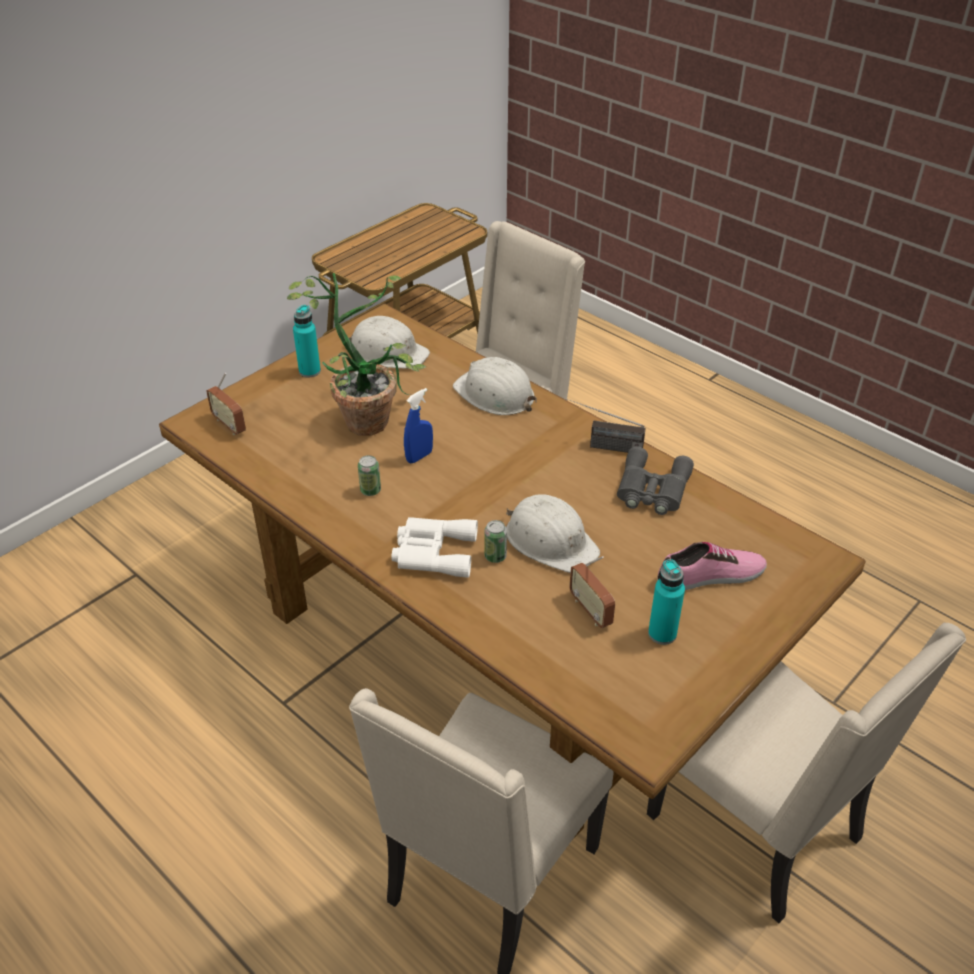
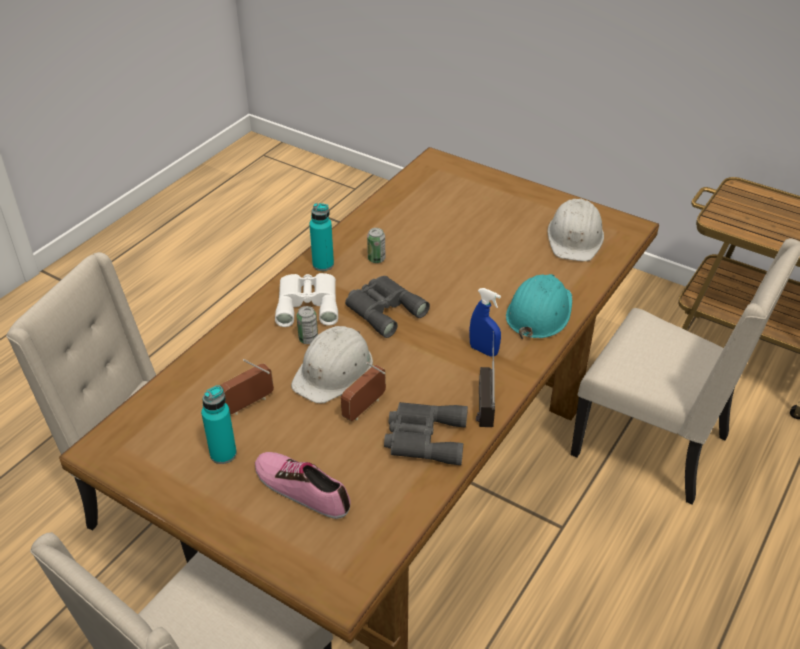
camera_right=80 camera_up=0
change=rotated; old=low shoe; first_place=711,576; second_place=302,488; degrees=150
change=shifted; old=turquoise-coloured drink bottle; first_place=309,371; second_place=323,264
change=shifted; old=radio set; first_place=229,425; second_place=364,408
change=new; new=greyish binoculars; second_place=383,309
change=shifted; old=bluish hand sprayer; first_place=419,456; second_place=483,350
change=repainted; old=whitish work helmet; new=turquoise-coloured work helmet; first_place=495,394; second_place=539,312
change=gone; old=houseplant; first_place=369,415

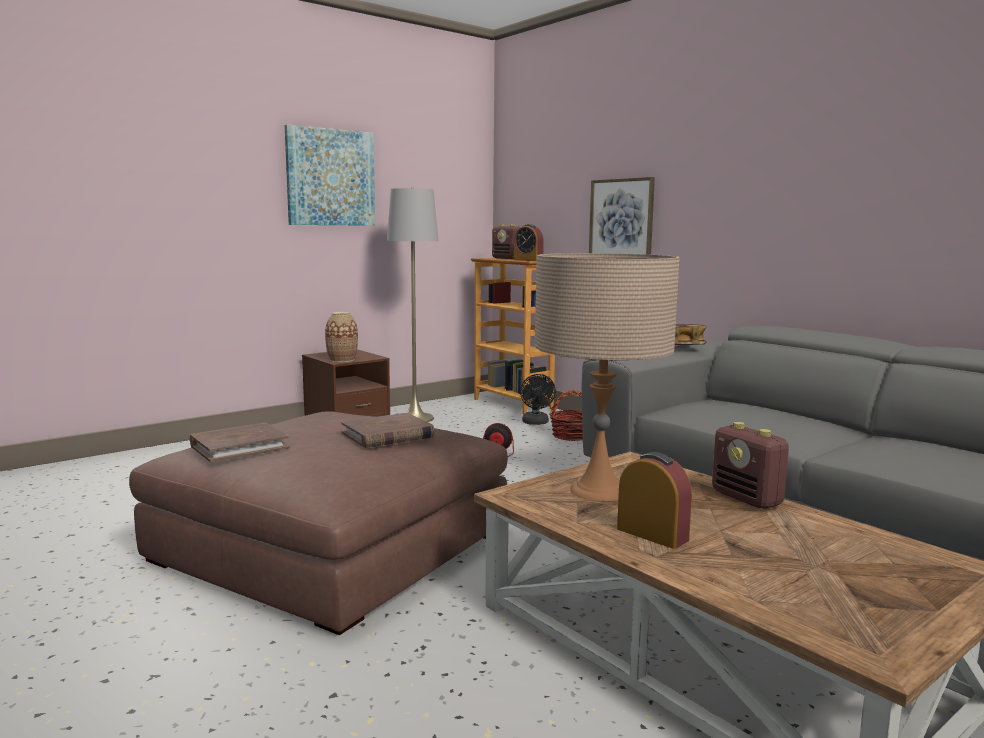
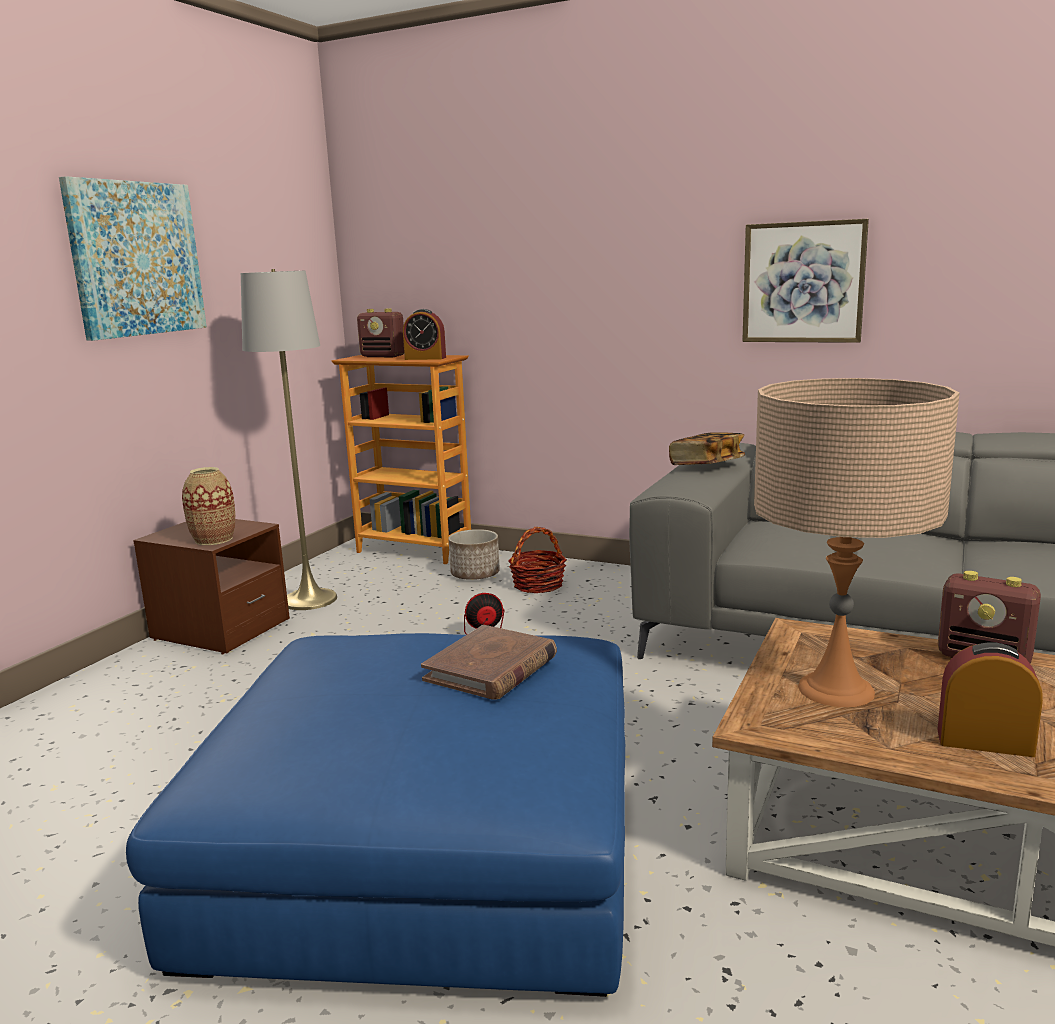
camera_right=-25 camera_up=5
change=repainted; old=brownish pouffe; new=bluish pouffe; first_place=332,545; second_place=426,844
change=swapped; old=black-coloured fan; new=flower pot; first_place=536,423; second_place=475,574
change=shifted; old=picture; first_place=621,219; second_place=803,282
change=gone; old=brownish bound book; first_place=239,447

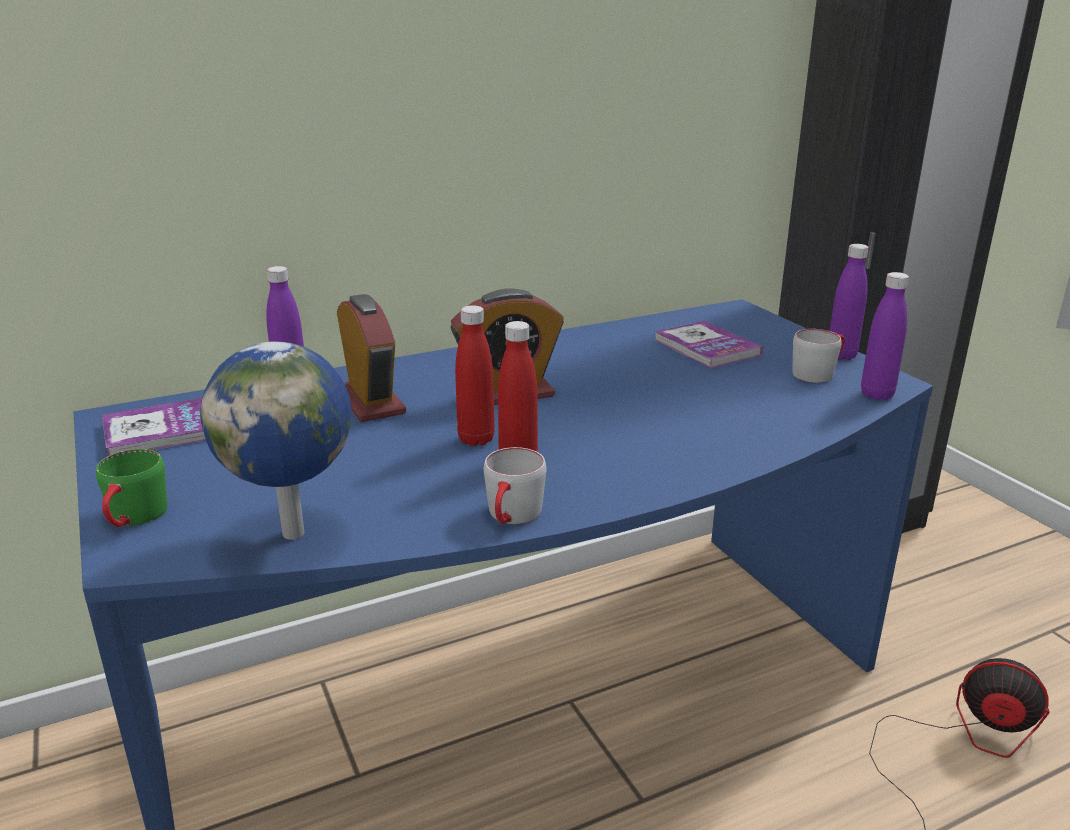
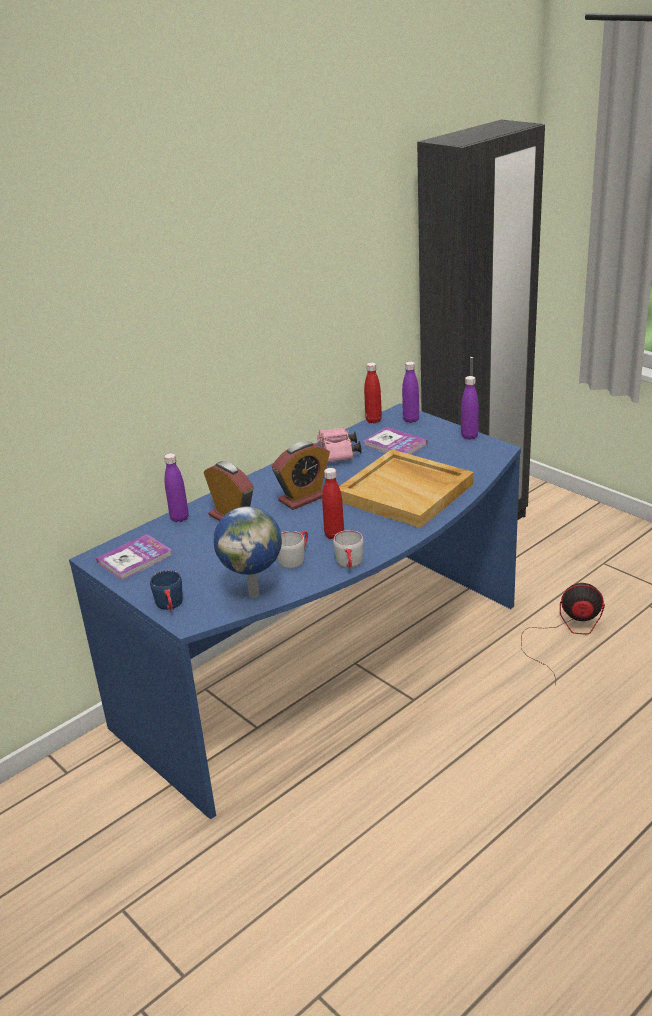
camera_right=-15 camera_up=5
change=repainted; old=greenish coffee mug; new=bluish coffee mug; first_place=134,519; second_place=170,605
change=shifted; old=greyish coffee mug; first_place=818,372; second_place=295,558
change=new; new=pinkish binoculars; second_place=339,454
change=new; new=beige tray; second_place=406,492
change=shifted; old=red-coloured drink bottle; first_place=476,439; second_place=373,420
change=shifted; old=purple drink bottle; first_place=877,394; second_place=411,420

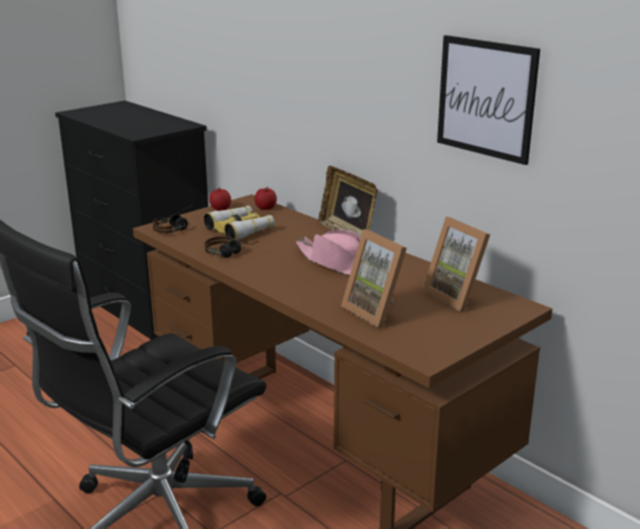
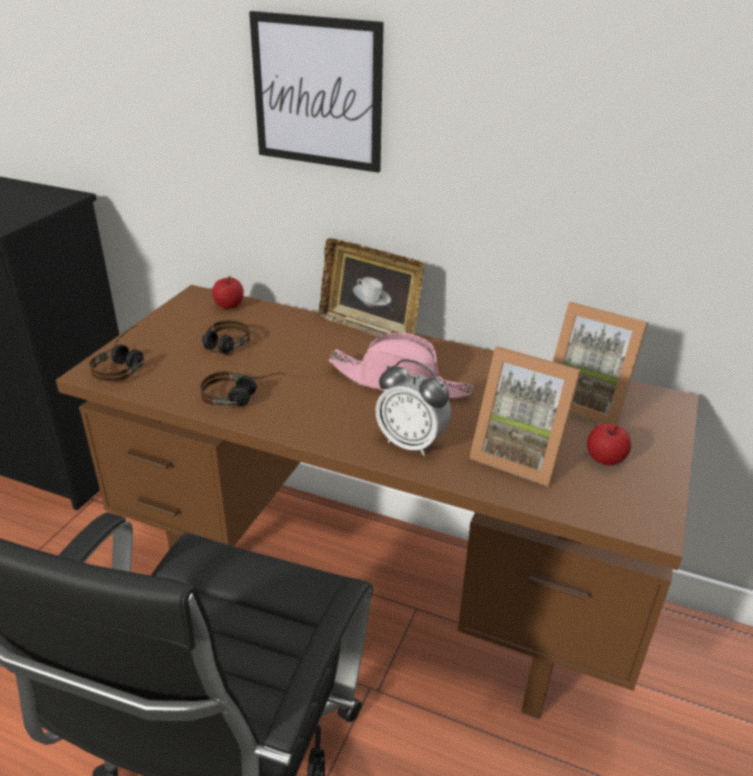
camera_right=-25 camera_up=10
change=swapped; old=binoculars; new=pair of headphones; first_place=240,230; second_place=222,350
change=shifted; old=picture; first_place=486,98; second_place=317,92
change=new; new=table clock; second_place=411,443
change=shifted; old=whole apple; first_place=220,209; second_place=605,459

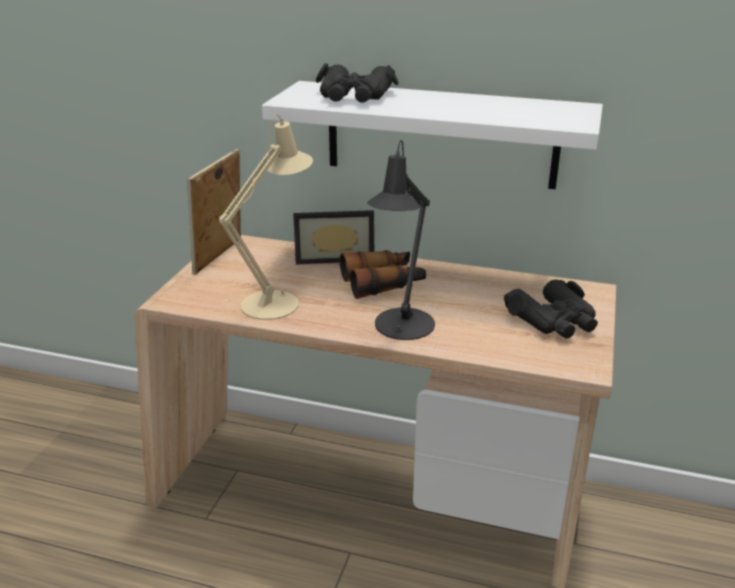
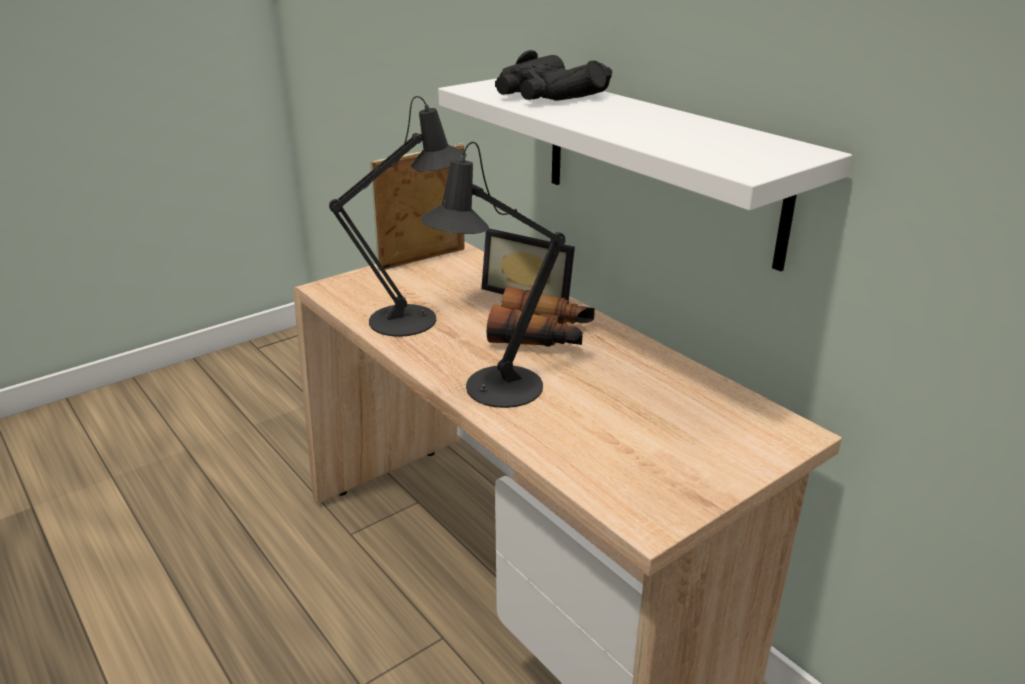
camera_right=35 camera_up=0
change=repainted; old=beige table lamp; new=black-coloured table lamp; first_place=276,301; second_place=413,319
change=gone; old=black-coloured binoculars; first_place=554,320

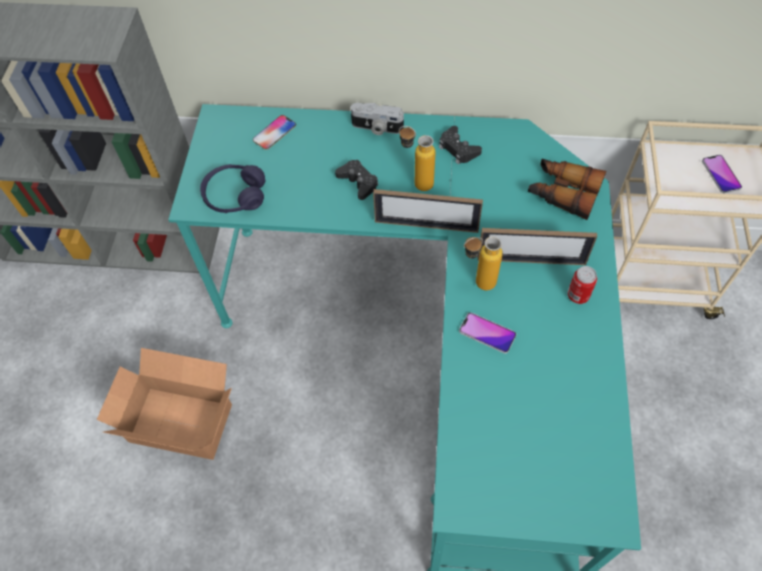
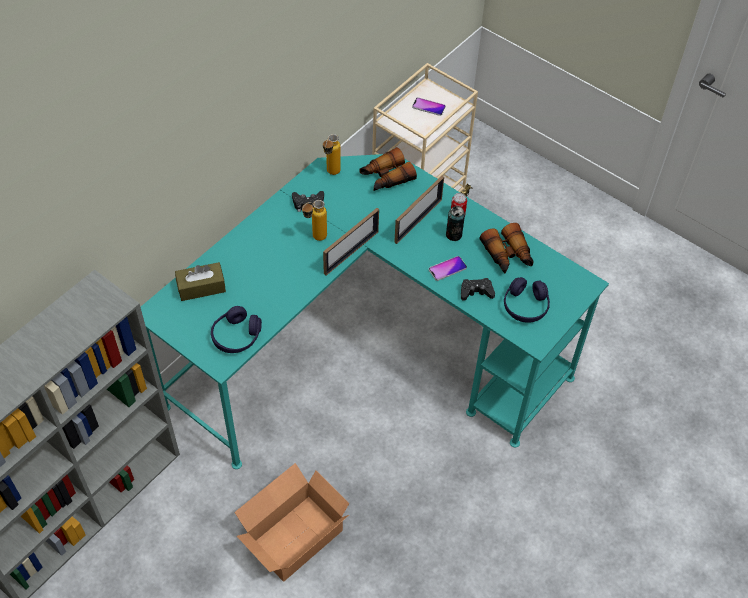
camera_right=-60 camera_up=-5
change=swapped; old=telephone; new=brownish box of tissues; first_place=274,133; second_place=201,287
change=shifted; old=drink bottle; first_place=477,284; second_place=331,174
change=new; new=can; second_place=453,235
change=shifted; old=black-coloured gamepad; first_place=358,182; second_place=476,292
change=new; new=binoculars; second_place=507,255
change=new; new=purple pair of headphones; second_place=525,306
change=gone; old=still camera; first_place=377,128

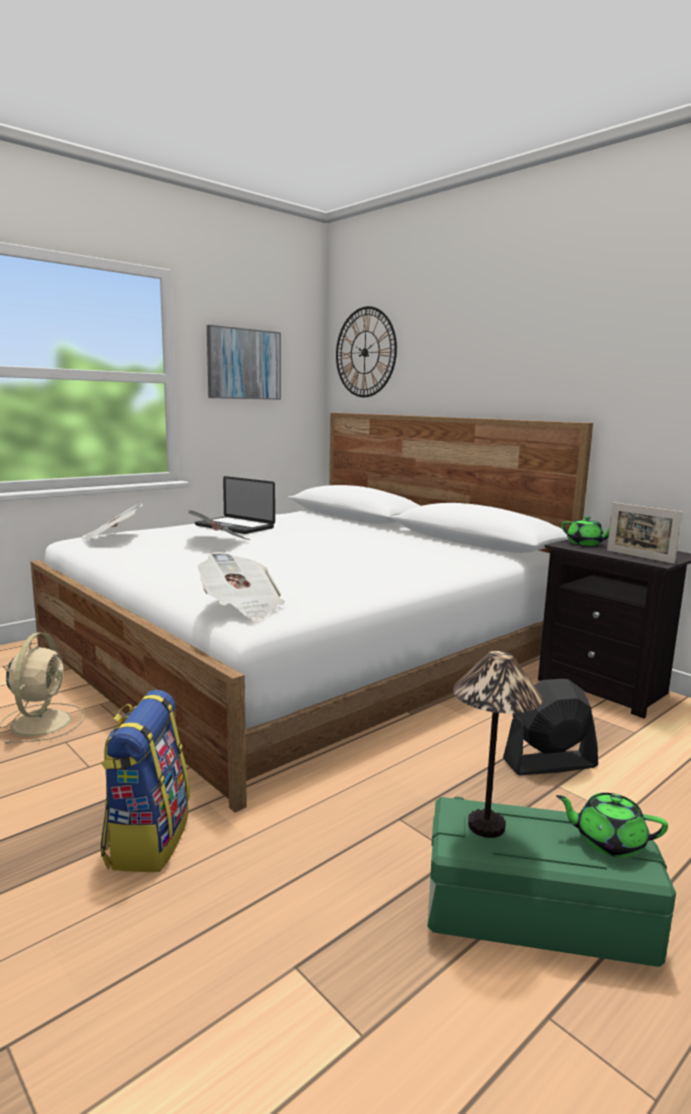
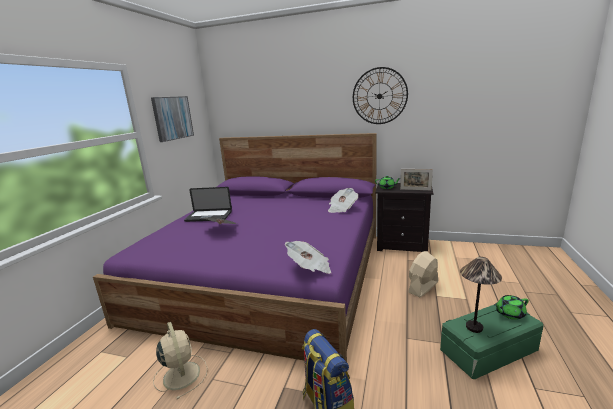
camera_right=-30 camera_up=5
change=repainted; old=whitish bed; new=purple bed; first_place=304,652; second_place=269,273
change=shifted; old=newspaper; first_place=111,538; second_place=342,208
change=shifted; old=hanging clock; first_place=365,352; second_place=379,96
change=repainted; old=black-coloured fan; new=beige fan; first_place=549,763; second_place=423,287

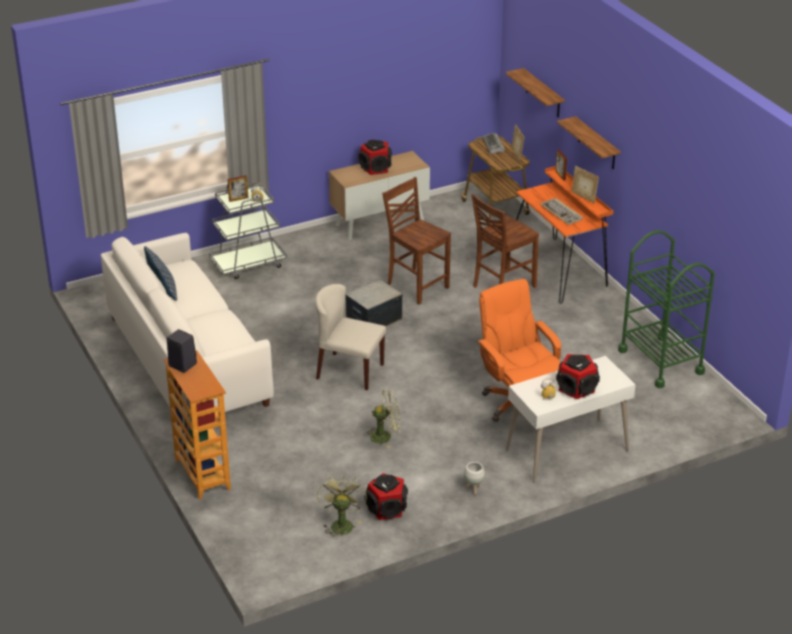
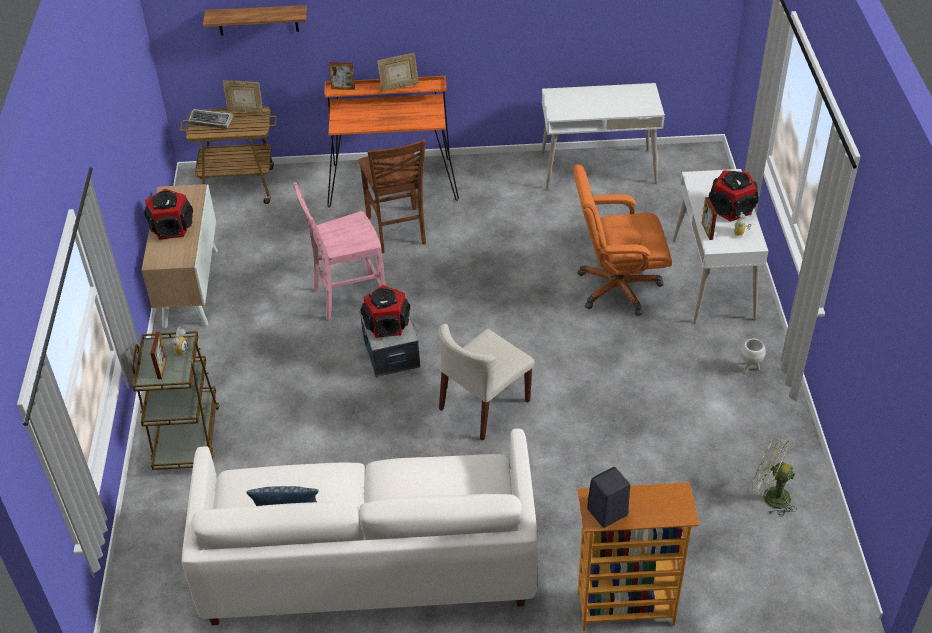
camera_right=-65 camera_up=10
change=repainted; old=greyish wheeled cart; new=brownish wheeled cart; first_place=248,264; second_place=187,436
change=repainted; old=brownish plain chair; new=pinkish plain chair; first_place=416,285; second_place=348,297
change=shifted; old=loudspeaker; first_place=387,509; second_place=387,325
change=swapped; old=greenish wheeled cart; new=whitish desk unit; first_place=660,361; second_place=598,169
change=new; new=standing frame; second_place=707,231
change=gone; old=greenish fan; first_place=385,436
change=gone; old=PC keyboard; first_place=562,213
change=gone; old=wall shelf; first_place=596,144

